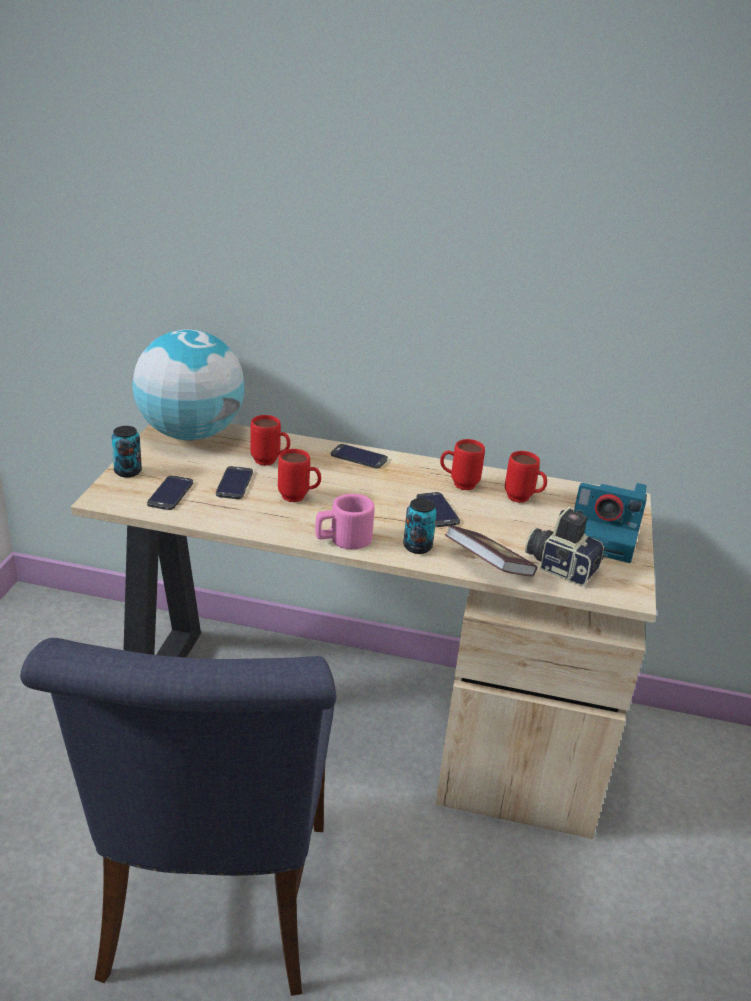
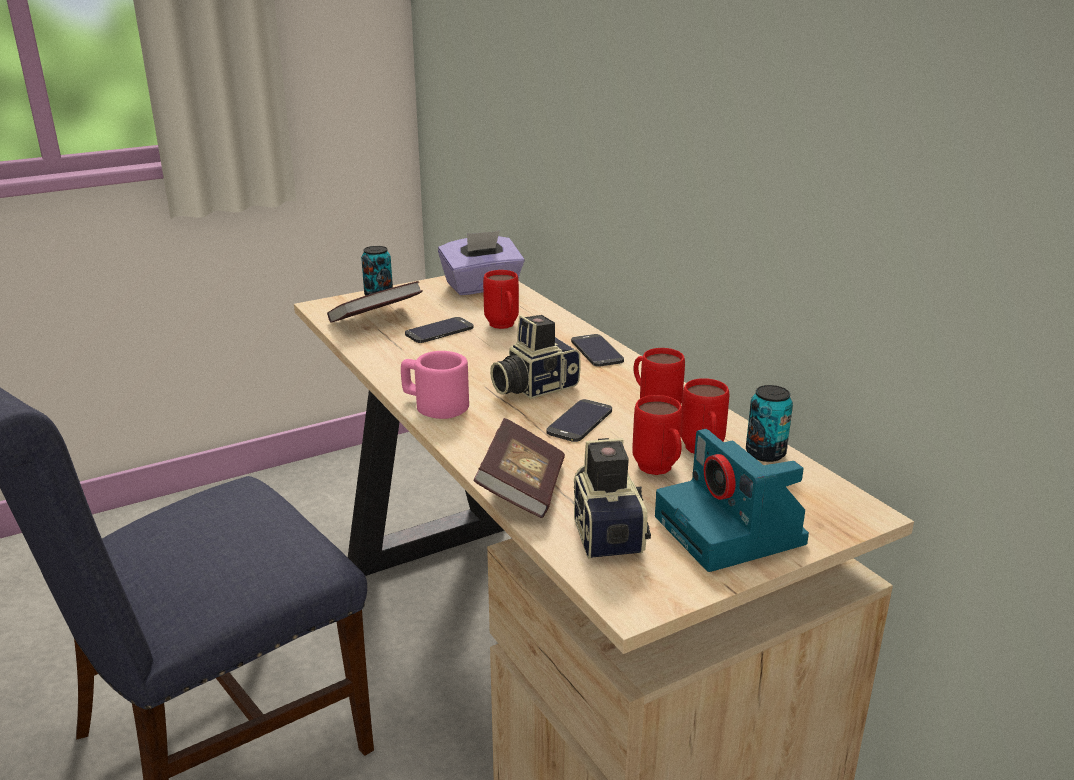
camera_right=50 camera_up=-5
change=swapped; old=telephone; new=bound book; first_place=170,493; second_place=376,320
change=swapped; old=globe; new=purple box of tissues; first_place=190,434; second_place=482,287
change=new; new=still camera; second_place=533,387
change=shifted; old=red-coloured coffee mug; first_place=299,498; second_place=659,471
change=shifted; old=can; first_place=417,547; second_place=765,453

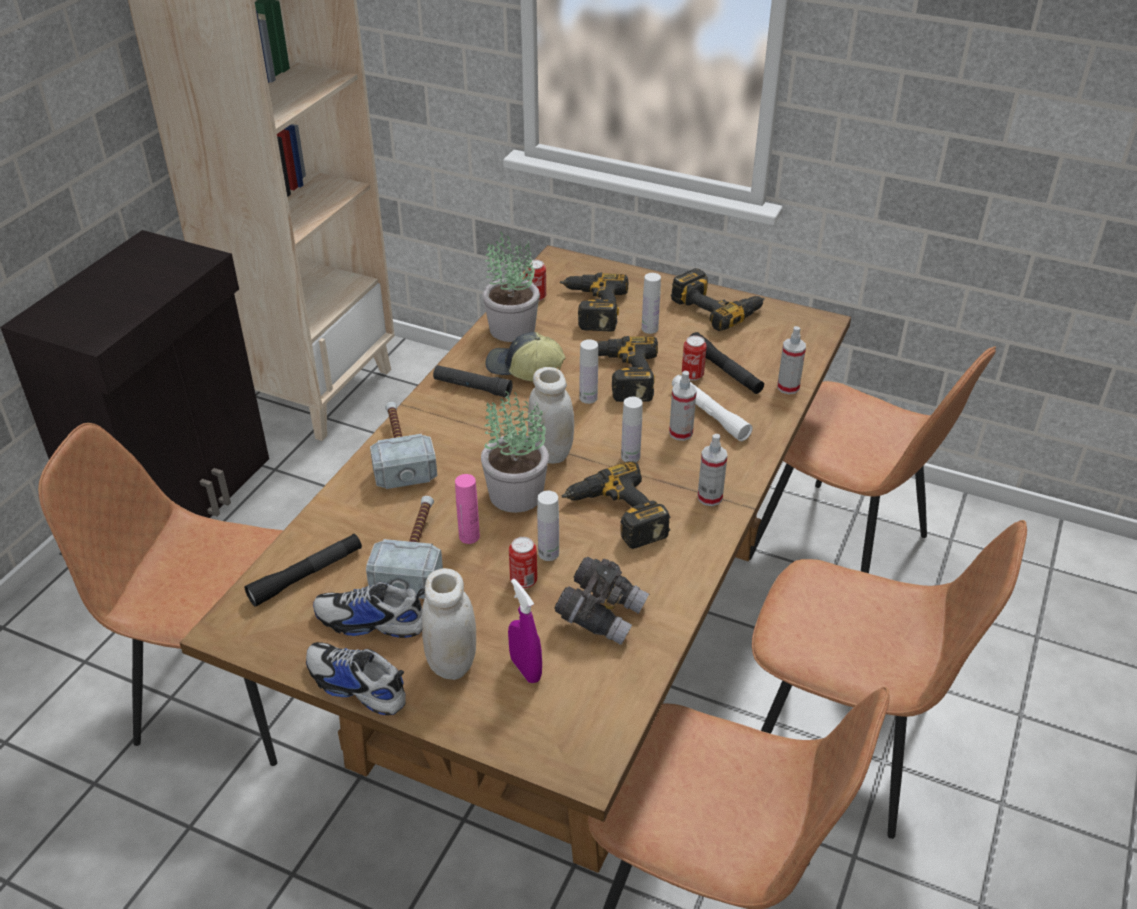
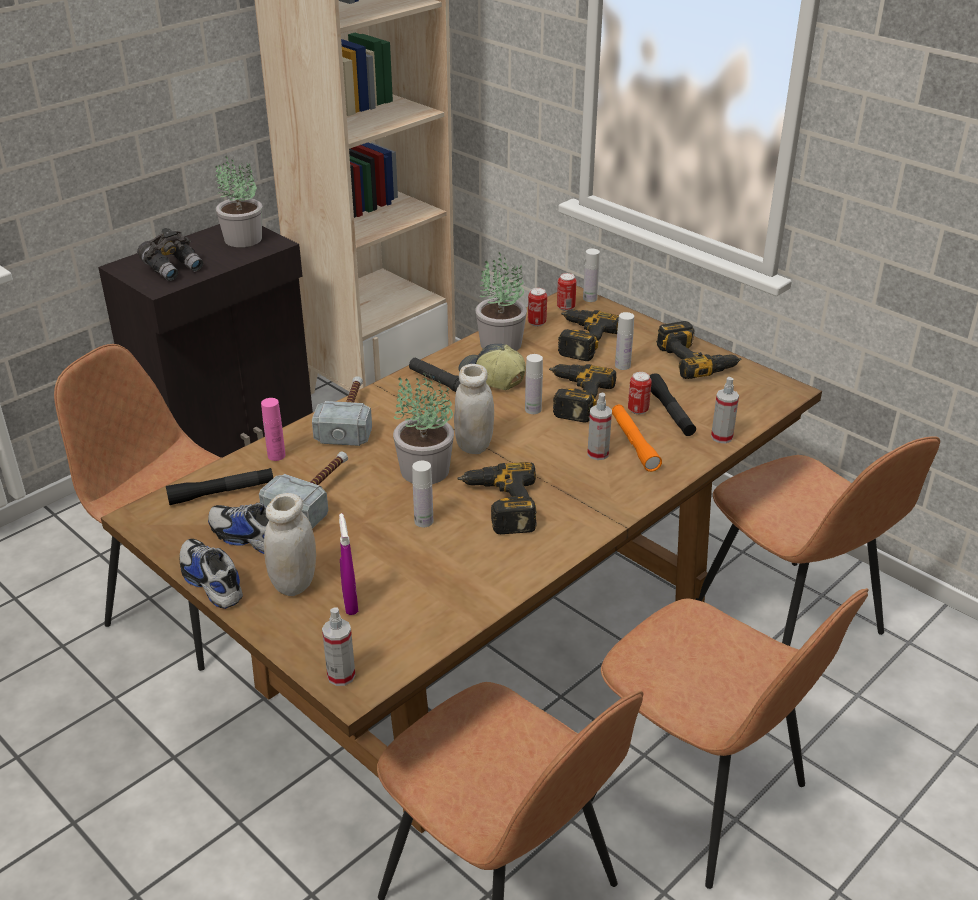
camera_right=20 camera_up=-5
change=shifted; old=greyish binoculars; first_place=601,614; second_place=173,268
change=new; new=houseplant; second_place=242,239
change=shifted; old=pinkish drink bottle; first_place=469,536; second_place=276,455
change=shifted; old=hand sprayer; first_place=709,497; second_place=341,675
change=shifted; old=can; first_place=523,581; second_place=566,307
change=shifted; old=whitish drink bottle; first_place=630,457; second_place=590,298
change=repainted; old=whitish hand torch; new=orangey hand torch; first_place=709,413; second_place=634,443

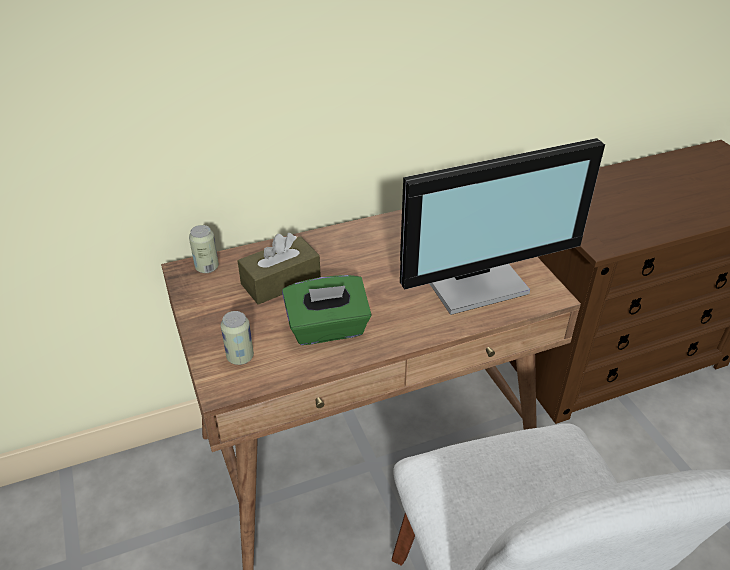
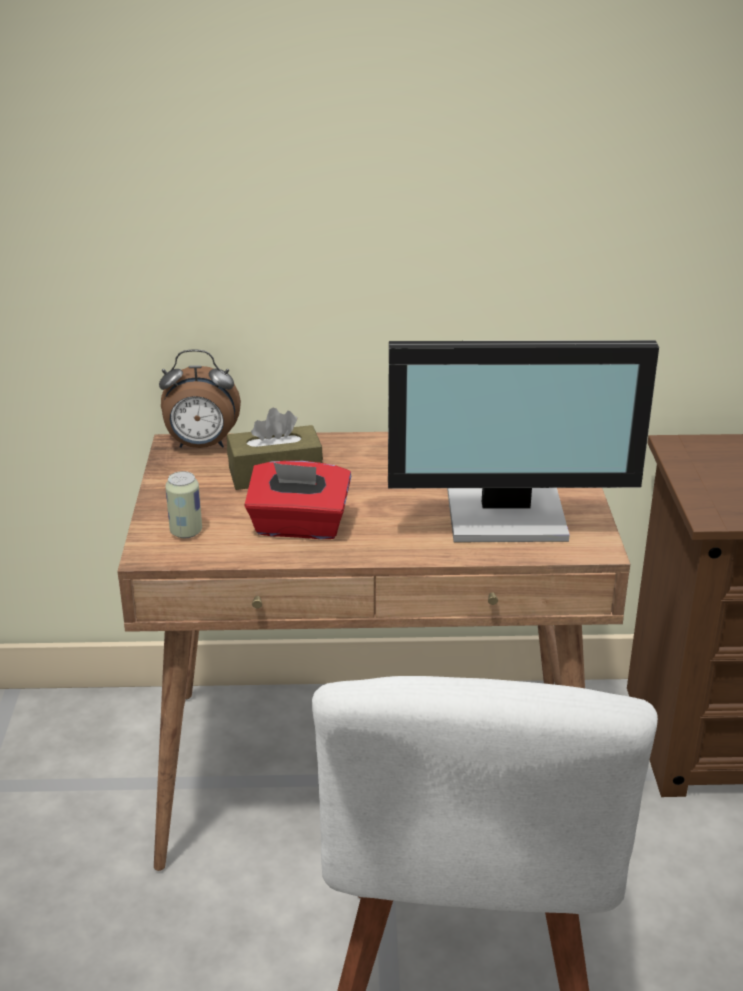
camera_right=20 camera_up=-10
change=swapped; old=can; new=table clock; first_place=207,267; second_place=201,446
change=repainted; old=greenish box of tissues; new=red-coloured box of tissues; first_place=328,329; second_place=299,527

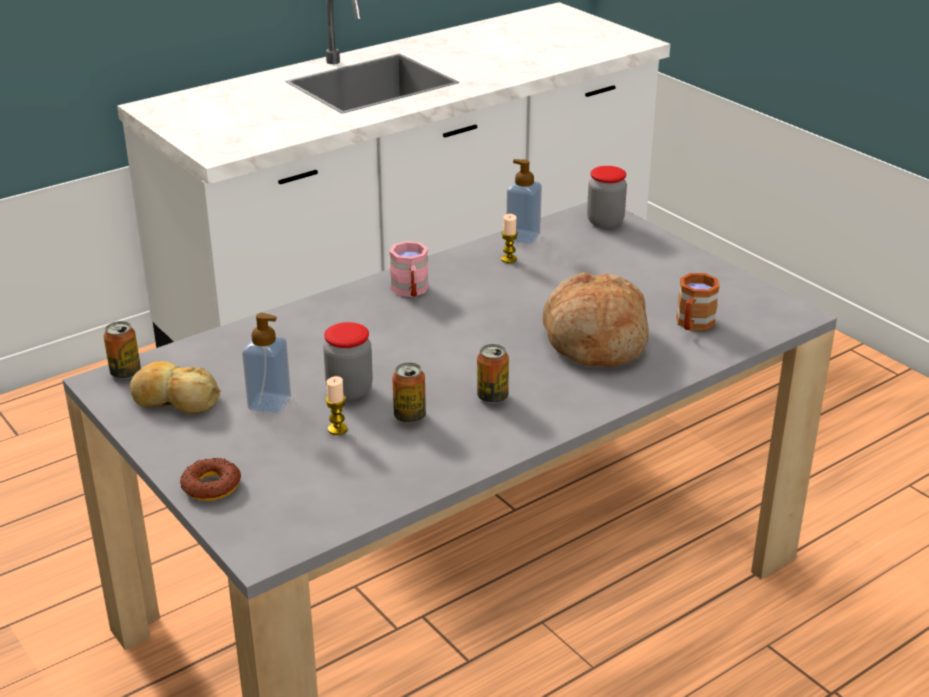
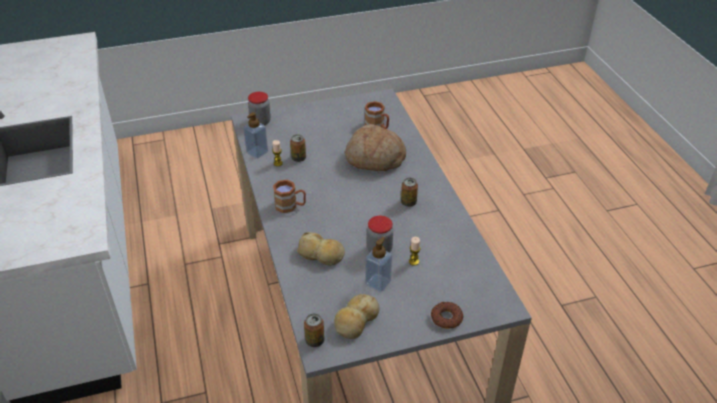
camera_right=-70 camera_up=10
change=repainted; old=pinkish coffee mug; new=brownish coffee mug; first_place=410,292; second_place=290,206
change=shifted; old=can; first_place=409,416; second_place=298,158
change=new; new=bakery bread; second_place=321,254

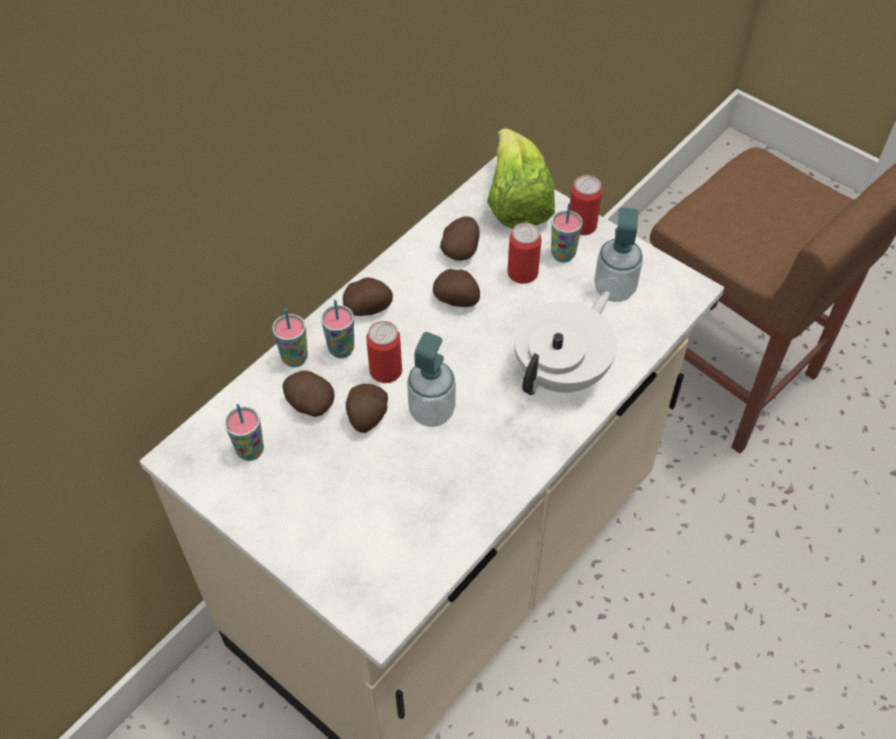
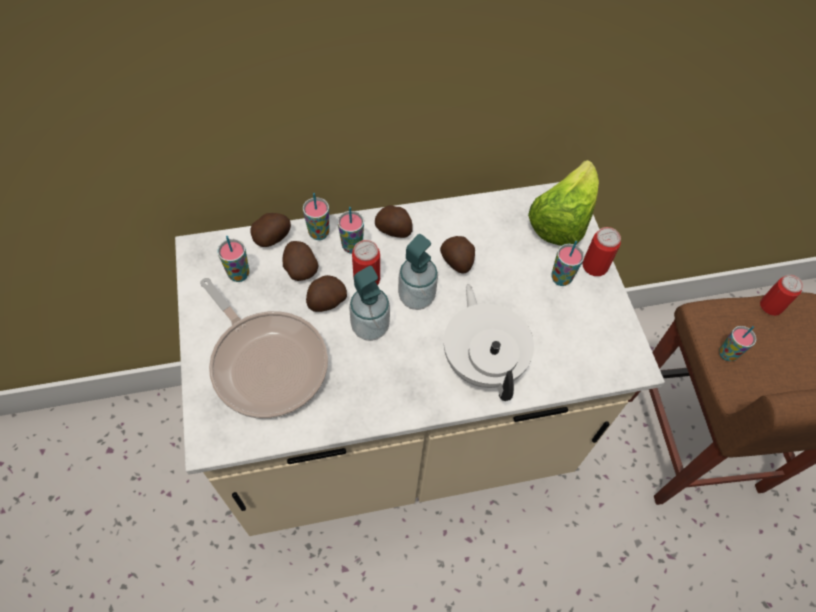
camera_right=35 camera_up=5
change=new; new=pan; second_place=266,362
change=shifted; old=potato; first_place=461,249; second_place=273,238
change=shifted; old=soap bottle; first_place=614,289; second_place=416,297
change=rotated; old=whitish pot for tea; first_place=563,372; second_place=483,361; degrees=-90
change=new; new=drinking cup; second_place=727,354
change=shifted; old=can; first_place=522,273; second_place=770,306

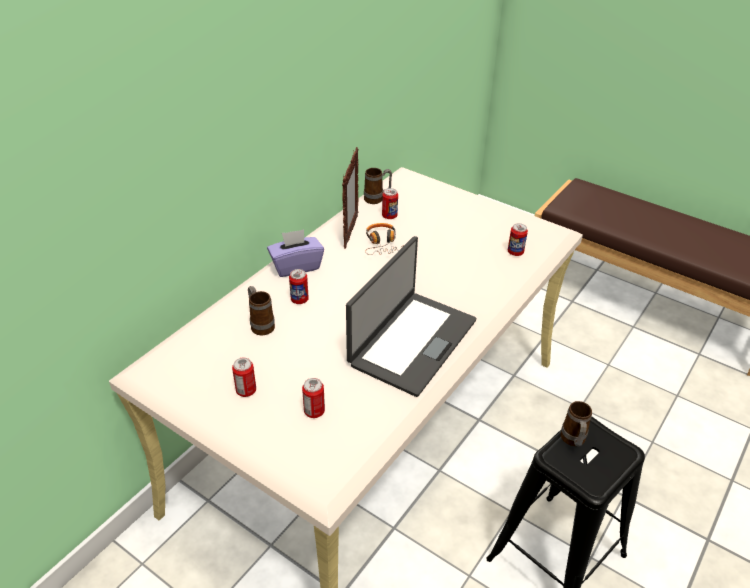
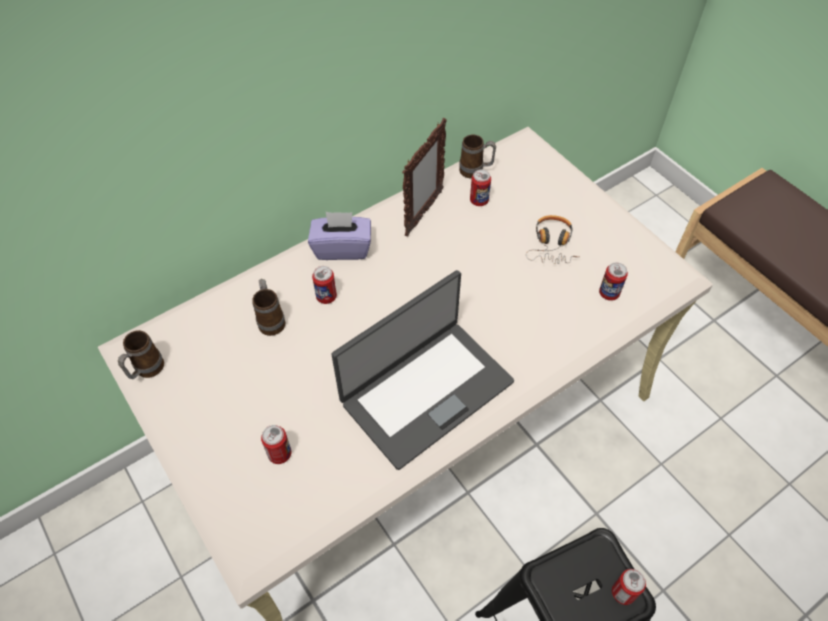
camera_right=20 camera_up=15
change=shifted; old=coffee mug; first_place=573,441; second_place=146,371
change=shifted; old=pair of headphones; first_place=382,244; second_place=552,245
change=shifted; old=can; first_place=246,391; second_place=623,593

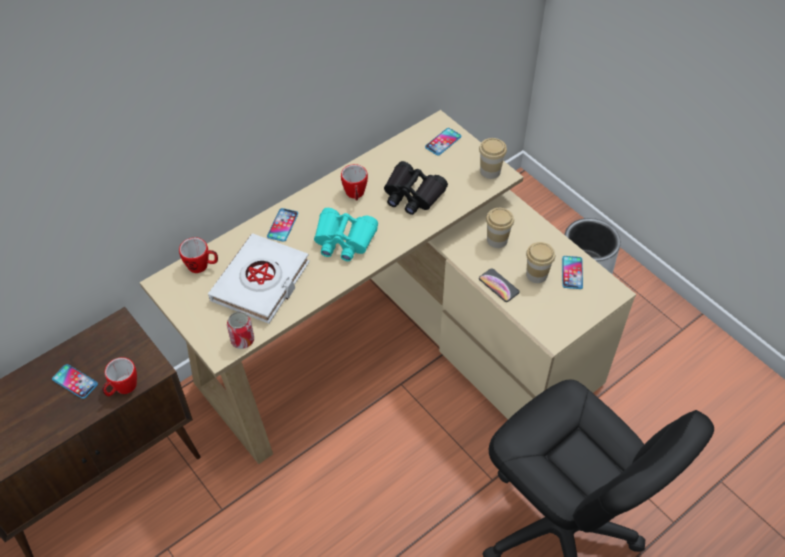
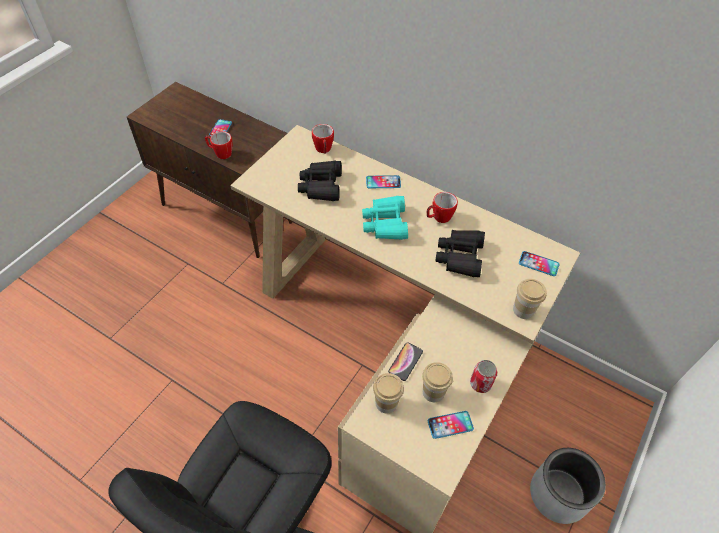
camera_right=70 camera_up=0
change=swapped; old=whitish bound book; new=black-coloured binoculars; first_place=261,282; second_place=321,186
change=shifted; old=drinking cup; first_place=497,240; second_place=386,403
change=shifted; old=can; first_place=242,340; second_place=480,383

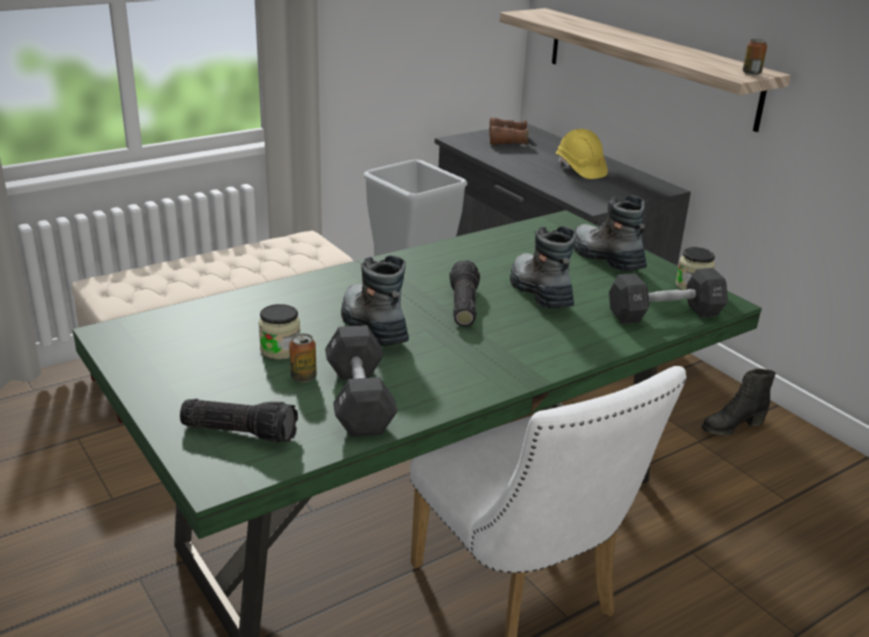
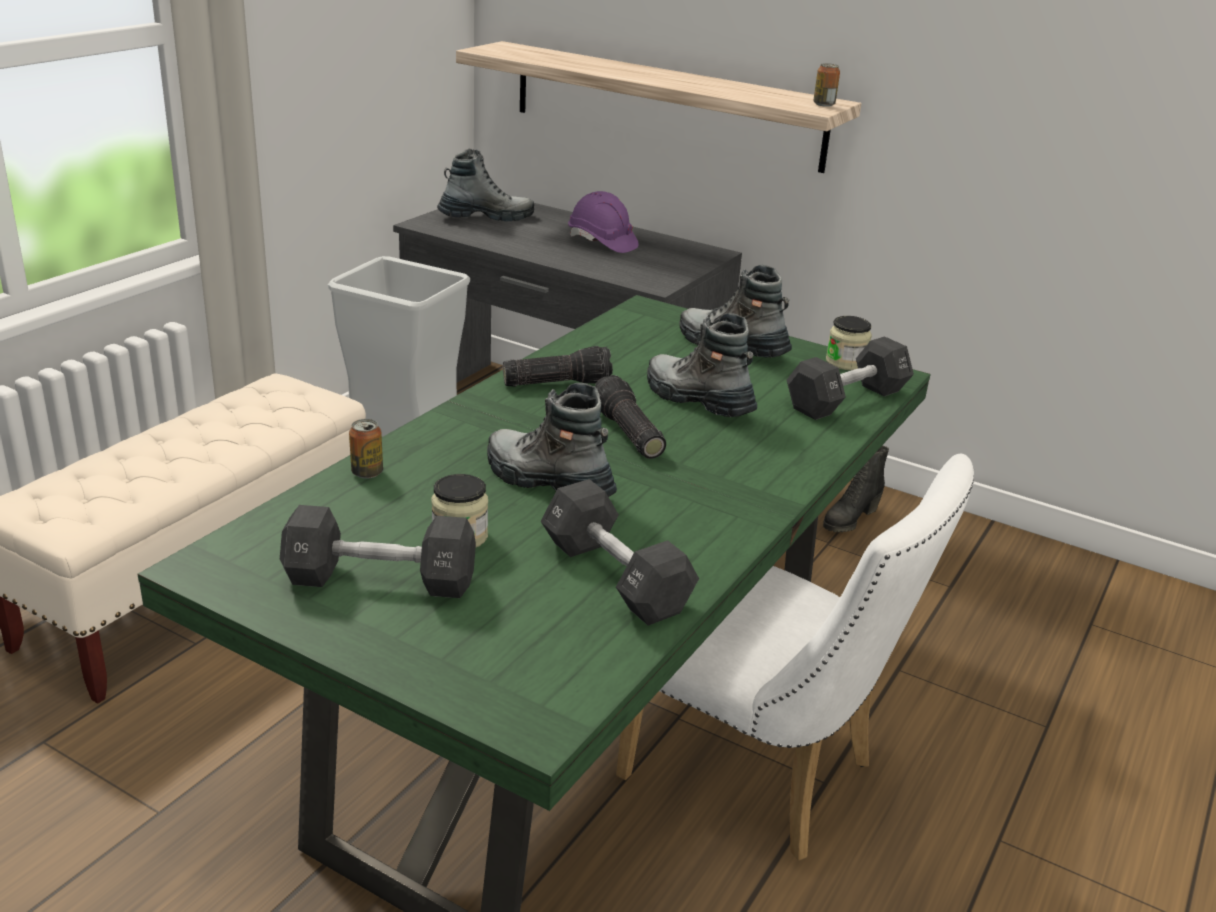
camera_right=-25 camera_up=0
change=new; new=black-coloured free weight; second_place=380,580
change=shifted; old=can; first_place=303,377; second_place=367,473
change=swapped; old=brownish binoculars; new=boot; first_place=507,140; second_place=486,217
change=shifted; old=hand torch; first_place=241,431; second_place=557,382
change=repainted; old=yellow-coloured work helmet; new=purple work helmet; first_place=580,169; second_place=602,242

